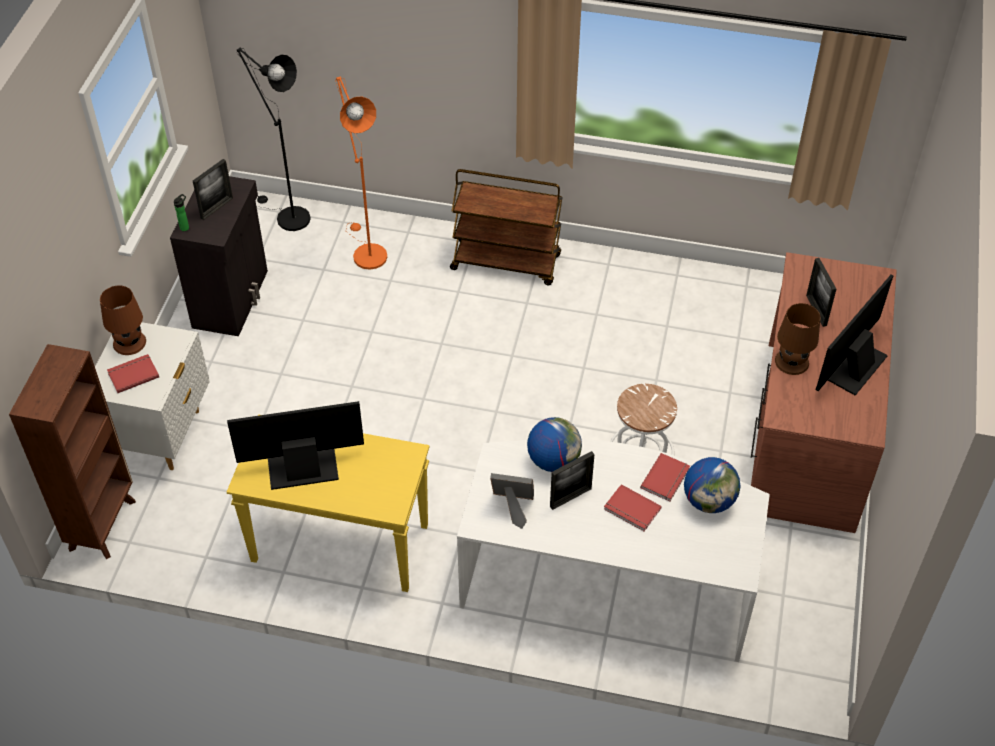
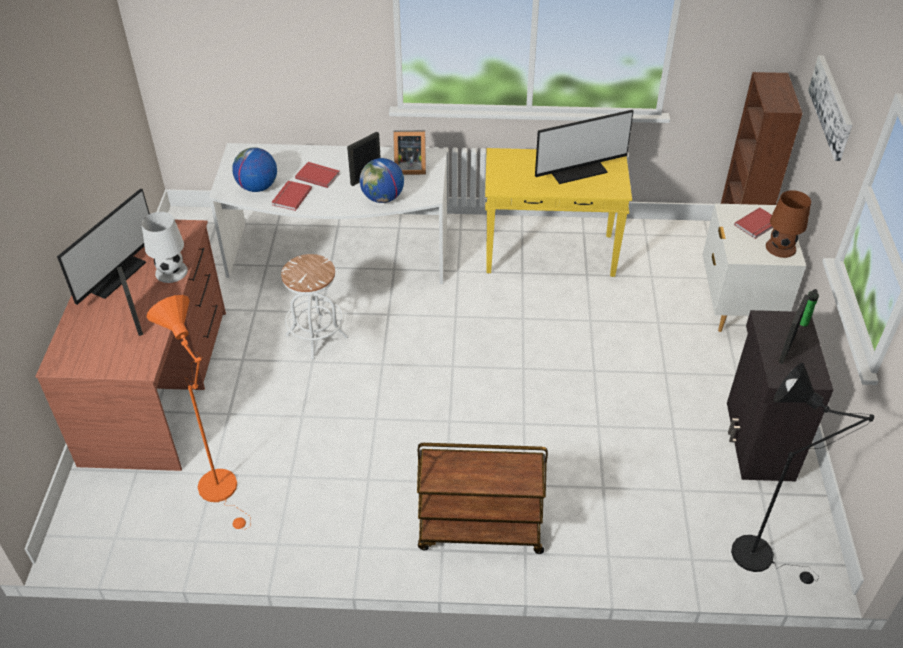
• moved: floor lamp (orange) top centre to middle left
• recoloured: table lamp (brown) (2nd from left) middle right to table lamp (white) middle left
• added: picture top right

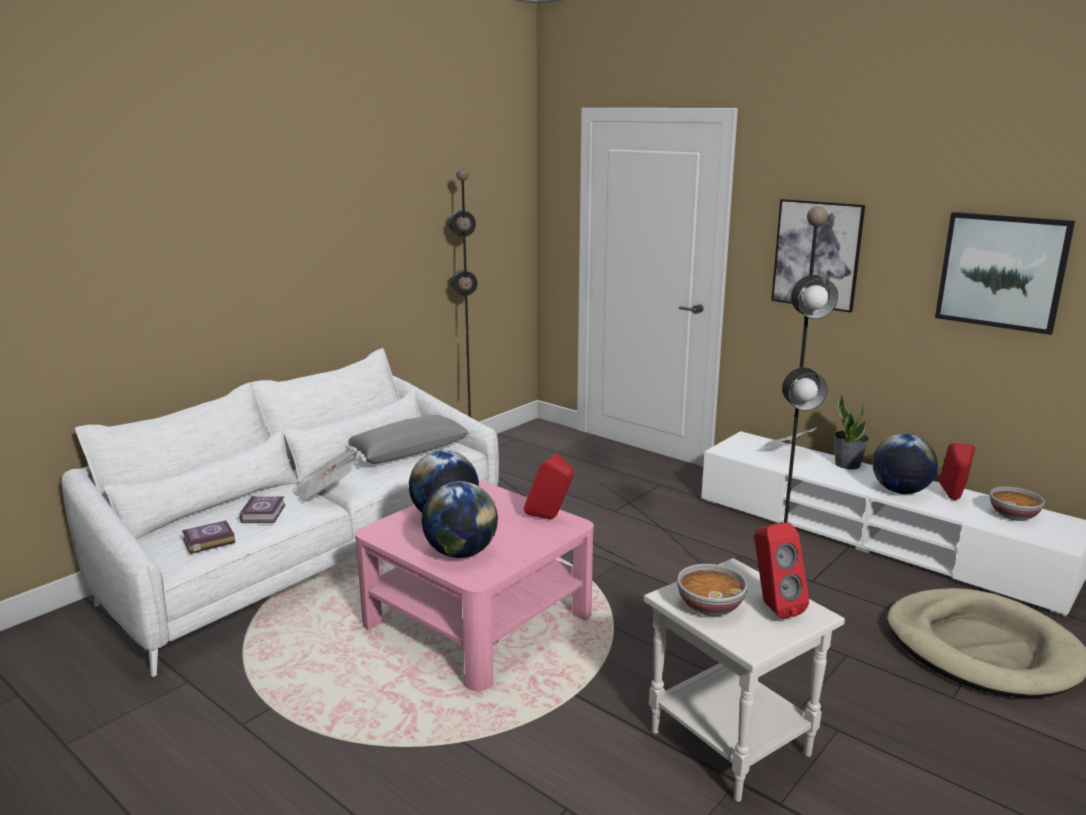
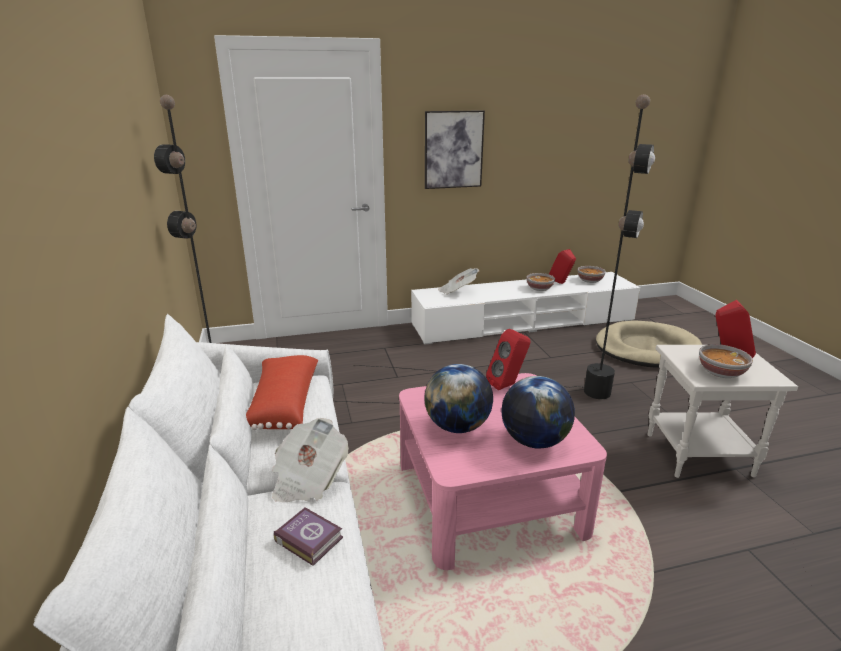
• removed: book (1st from left) middle left
• recoloured: pillow (grey) centre to pillow (red) centre
• removed: potted plant middle right
• replaced: globe (3rd from left) middle right to bowl (1st from left) centre
• removed: picture (2nd from left) middle right

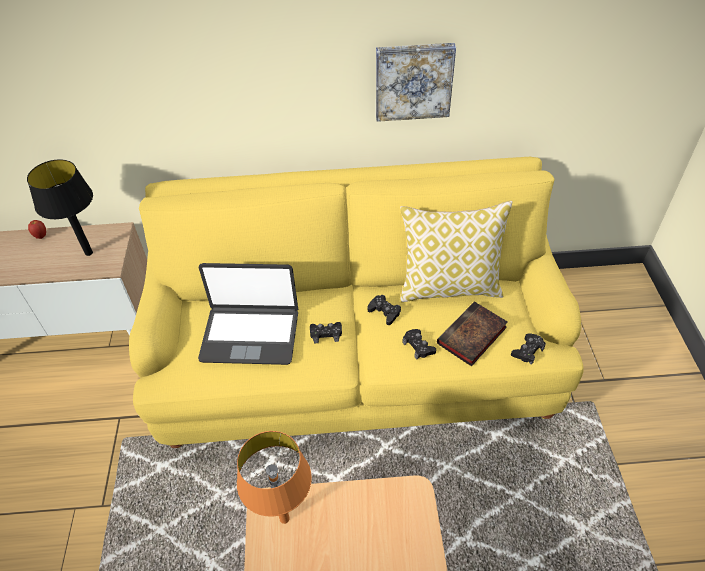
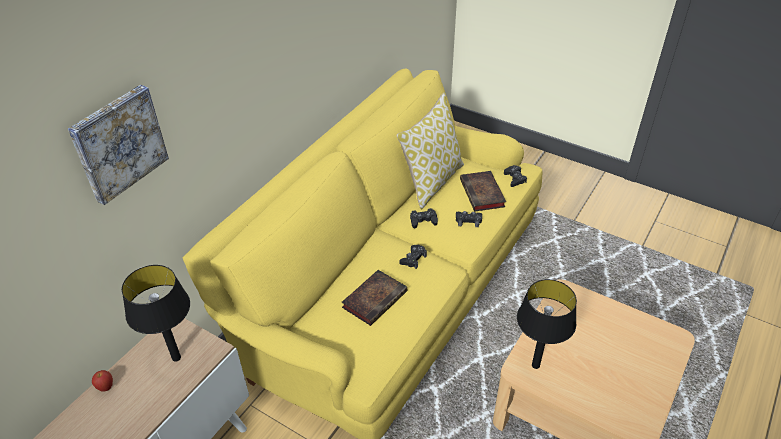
• replaced: laptop centre to book (1st from left) bottom centre
• recoloured: table lamp (orange) bottom centre to table lamp (black) (2nd from left) bottom right
• moved: picture top centre to top left

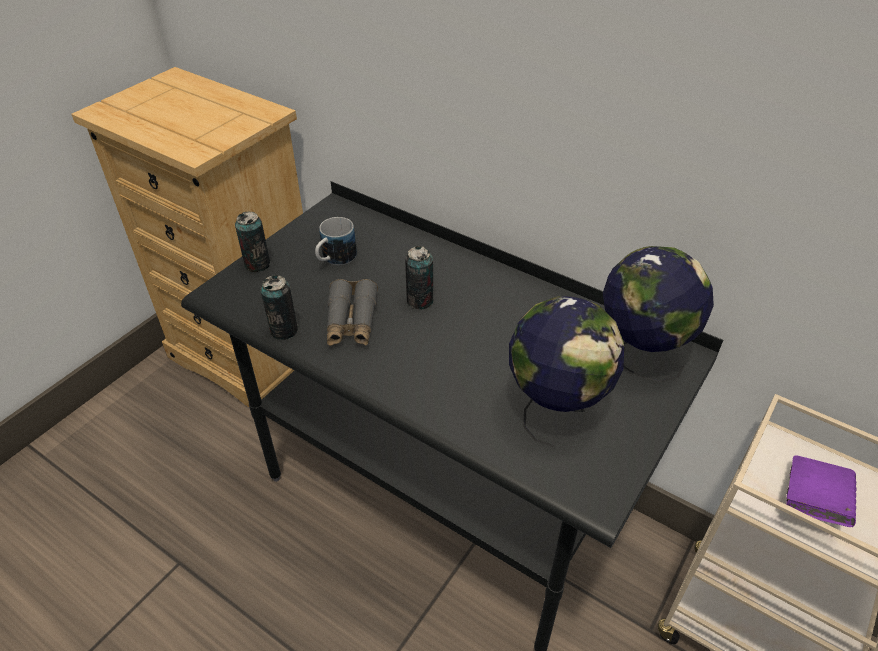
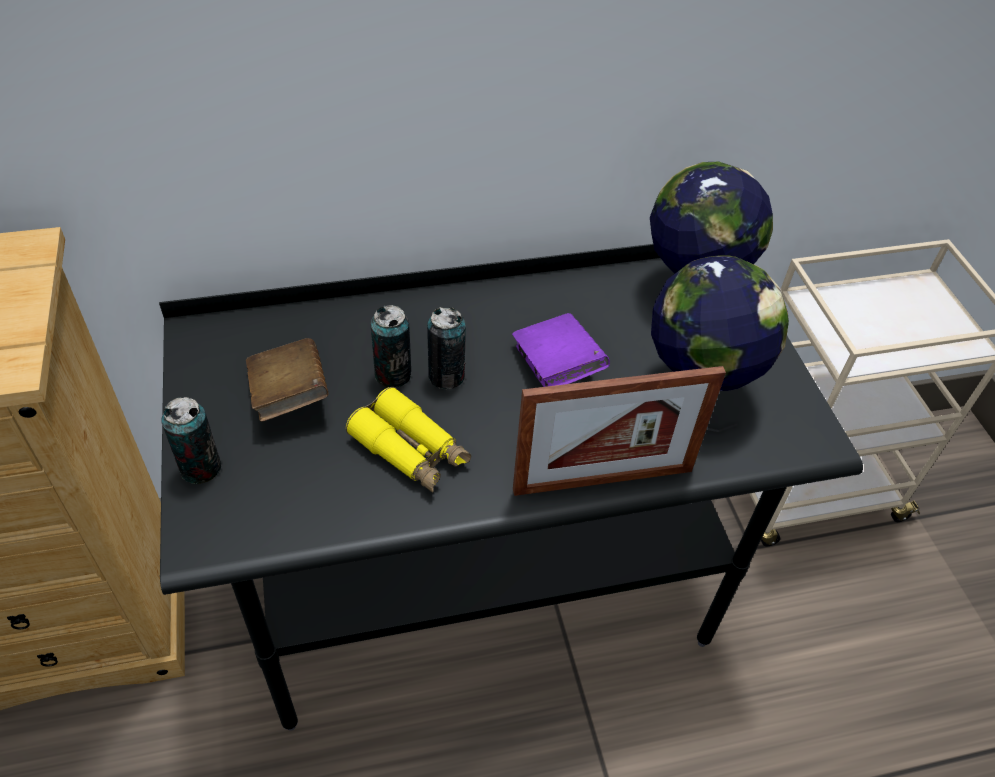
• moved: can (2nd from left) middle left to centre
• replaced: mug centre to book (brown) middle left
• recoloured: binoculars (grey) centre to binoculars (yellow) centre
• moved: book (purple) bottom right to centre
• added: picture frame centre

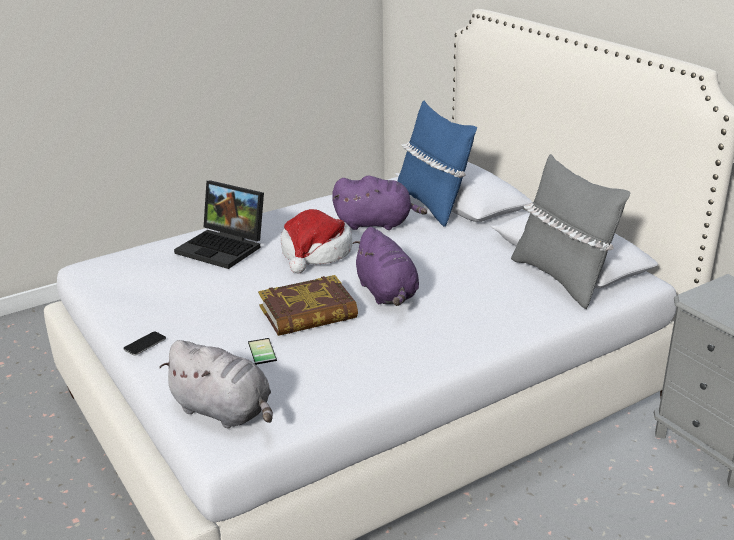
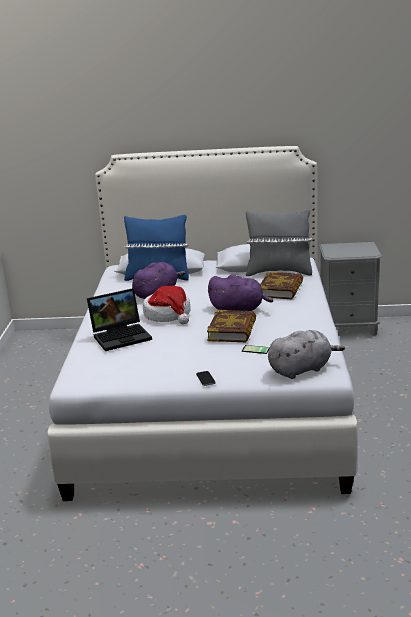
• added: book (2nd from left) middle right

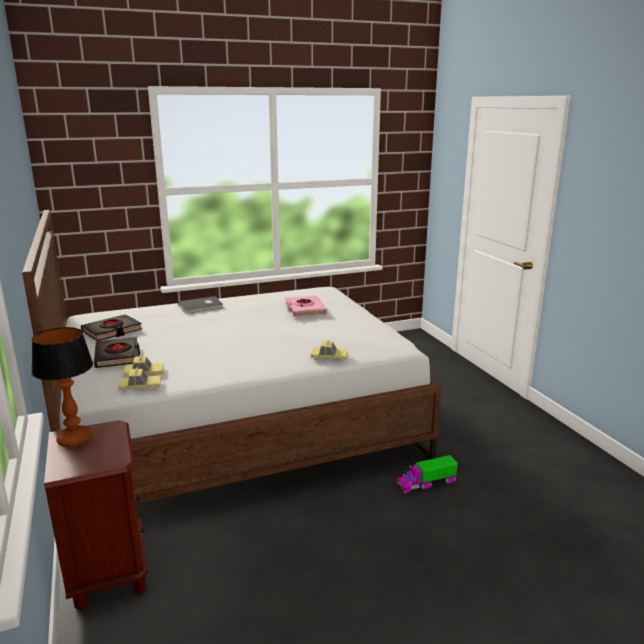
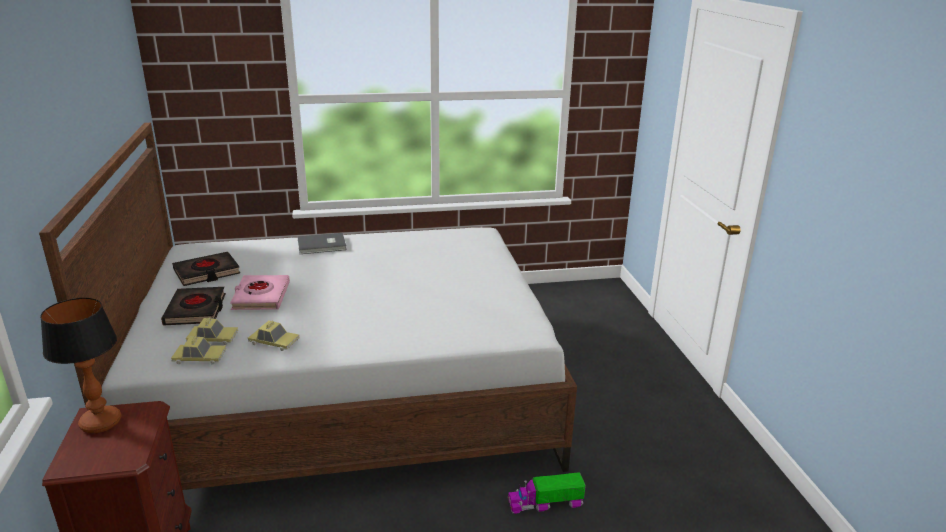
• moved: book (pink) centre to middle left
• moved: toy car (3rd from left) centre to middle left

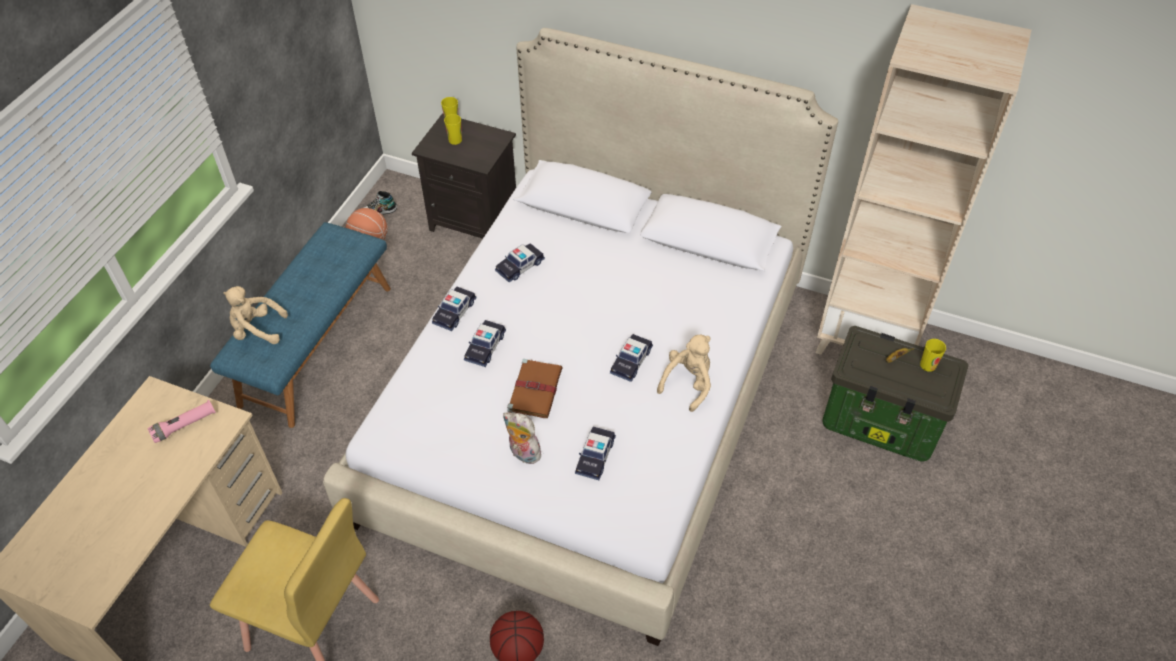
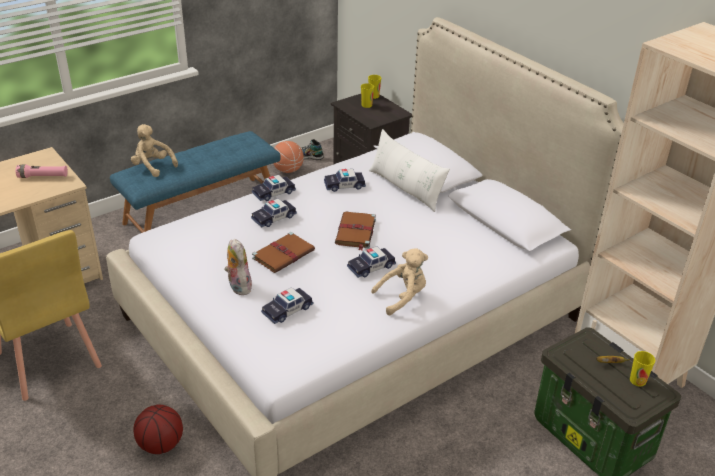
• added: book (brown) (2nd from left) centre
• added: pillow (white) centre

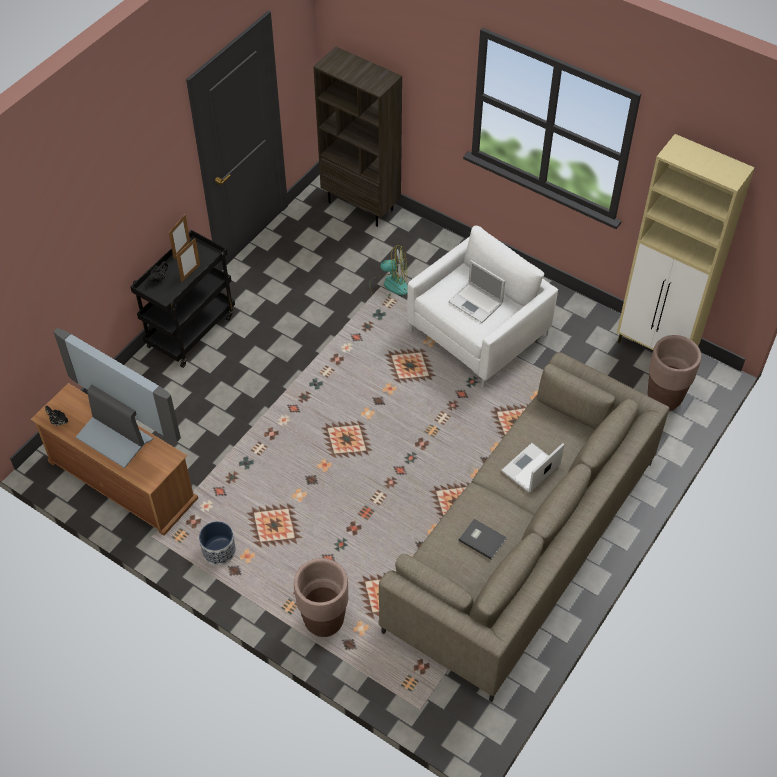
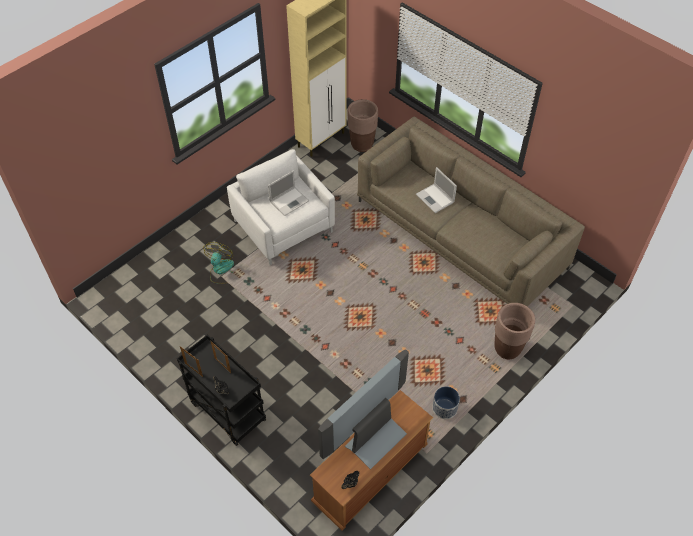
• removed: bookcase (brown) top centre
• removed: book (grey) bottom centre

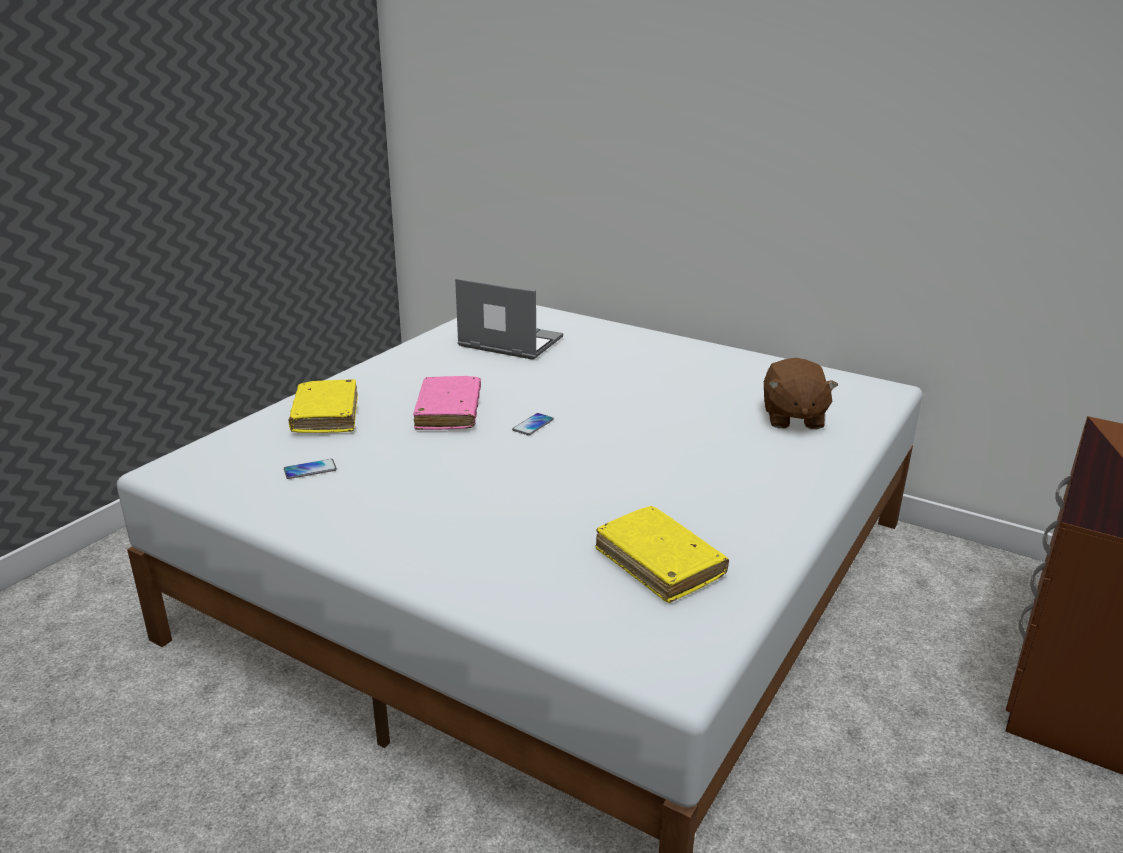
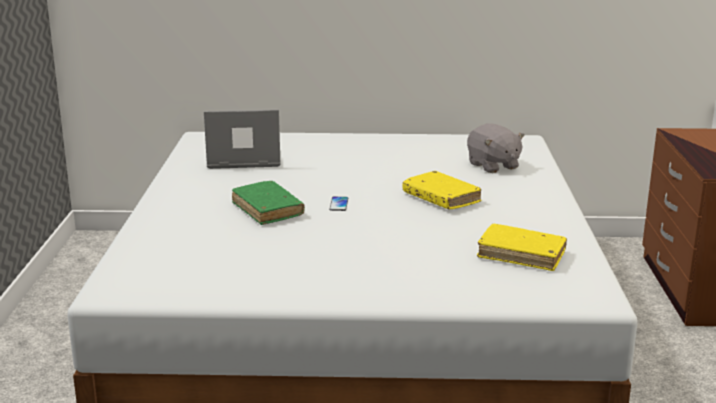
• removed: phone (1st from left) middle left
• moved: book (yellow) (1st from left) middle left to centre
• recoloured: book (pink) centre to book (green) centre
• recoloured: plush toy (brown) middle right to plush toy (grey) middle right

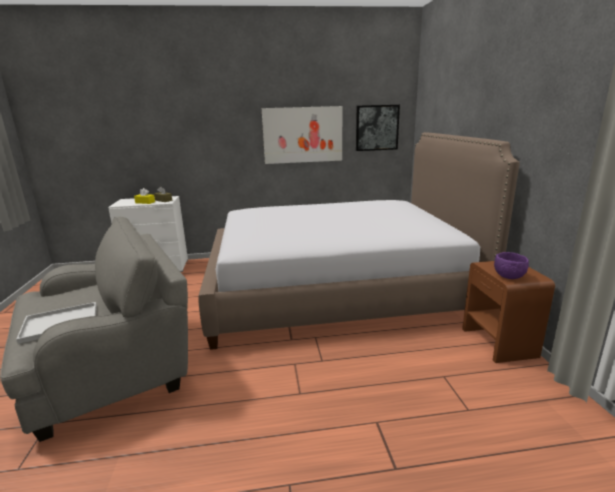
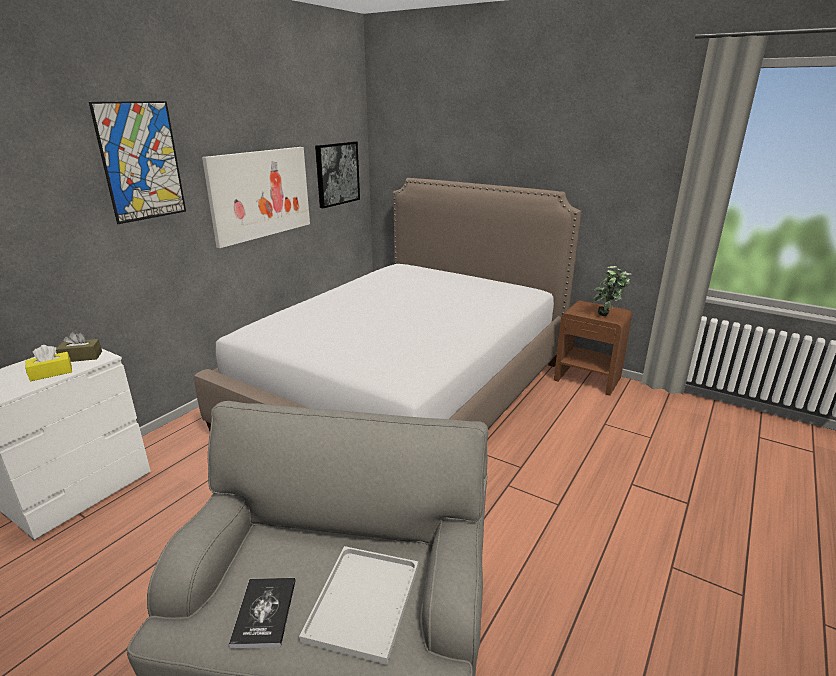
• replaced: bowl (purple) middle right to potted plant middle right
• added: picture (1st from left) top left
• added: book bottom left

